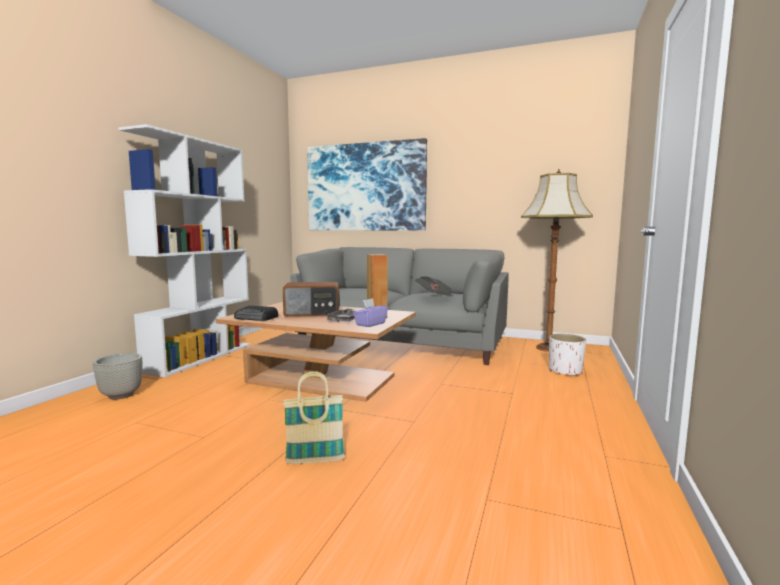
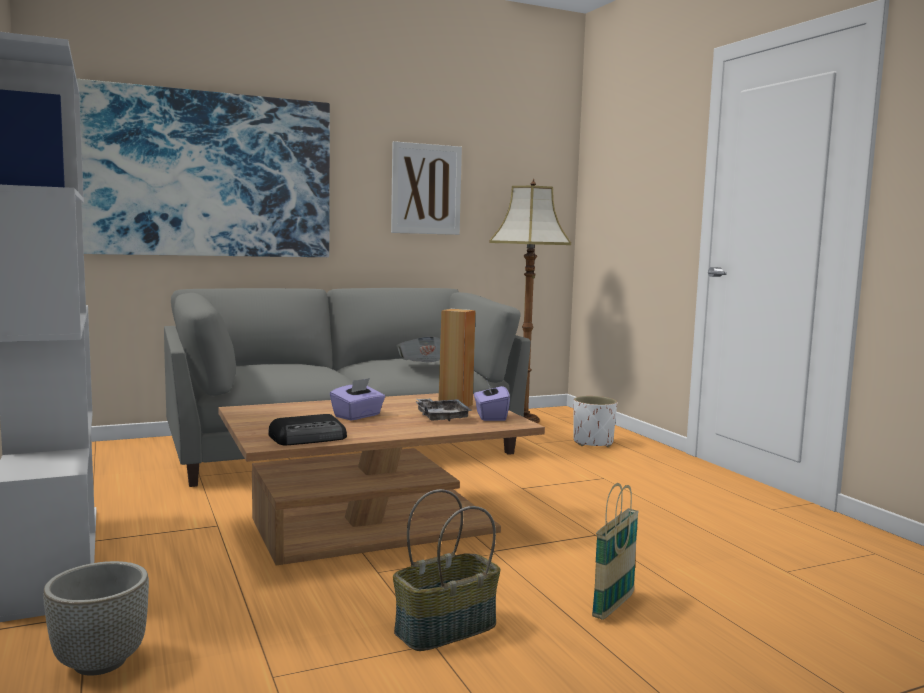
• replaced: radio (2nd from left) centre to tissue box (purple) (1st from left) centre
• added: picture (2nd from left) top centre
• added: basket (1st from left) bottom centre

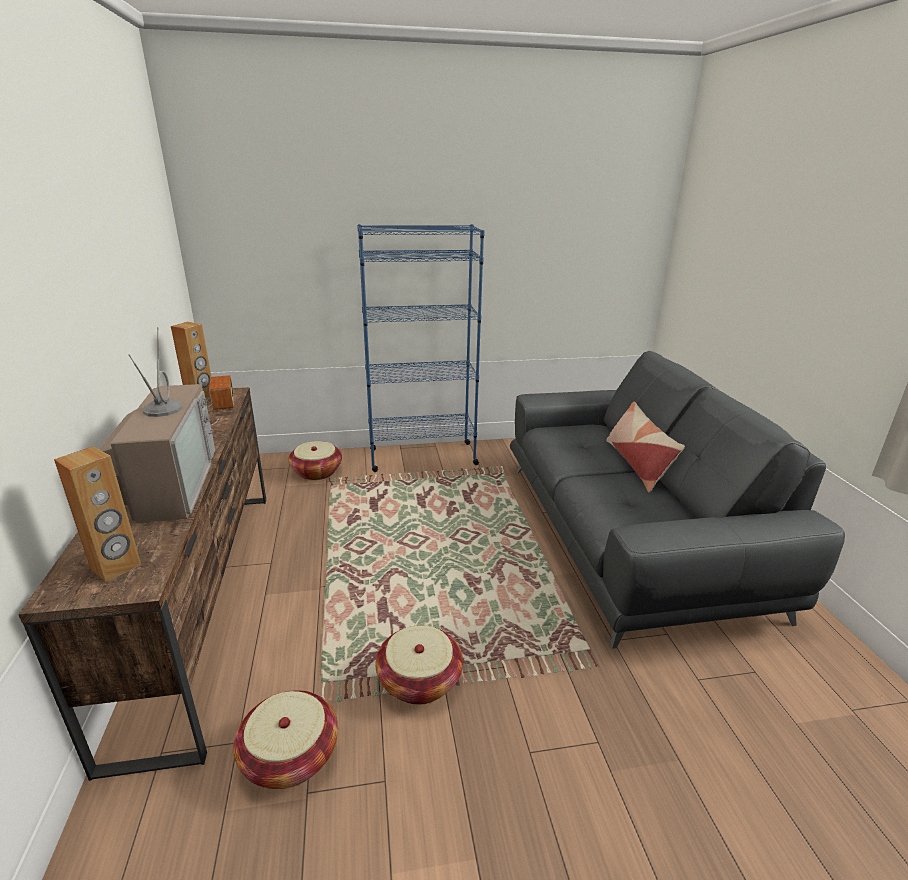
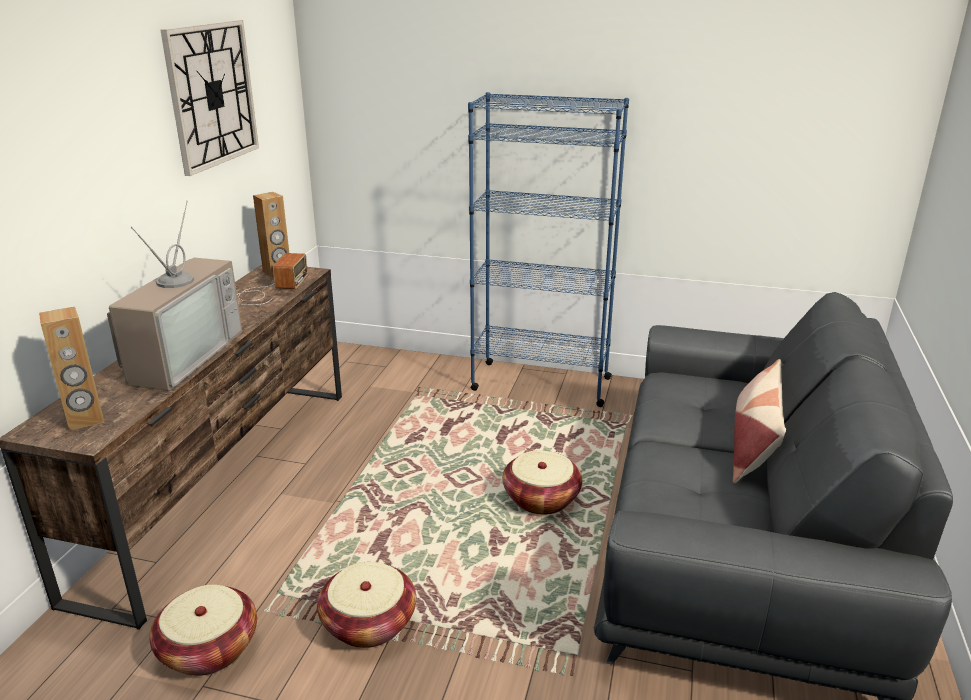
• moved: basket (2nd from left in the first image) centre to basket (3rd from left) bottom centre
• added: wall clock top left

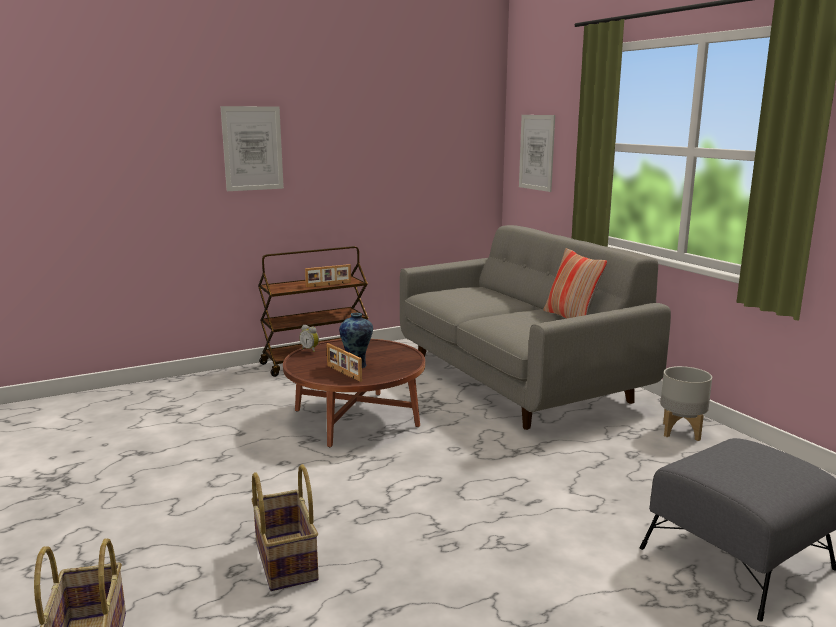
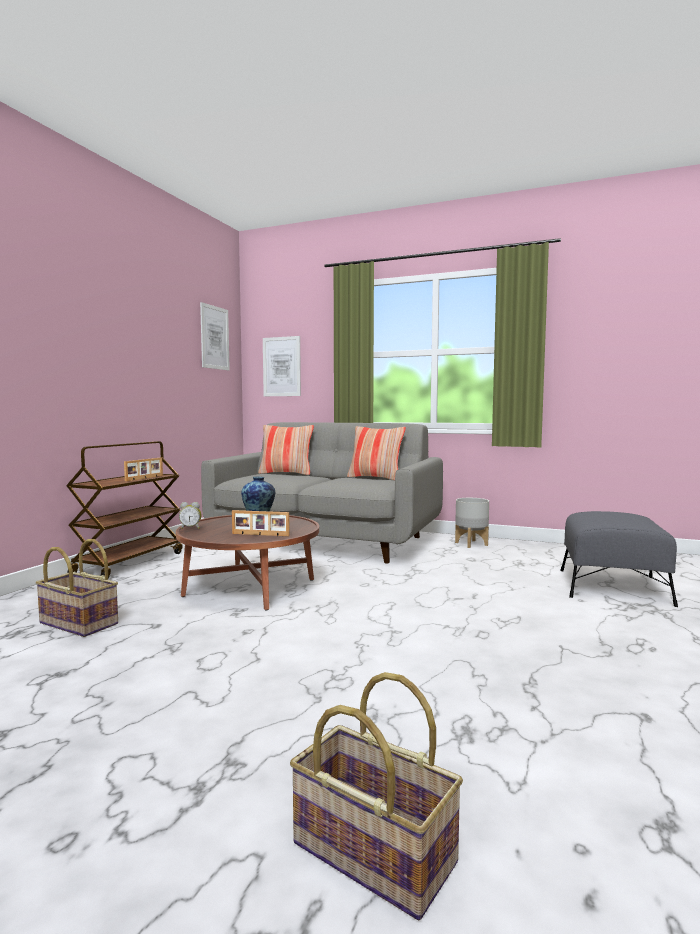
• moved: picture (1st from left) top left to middle left
• moved: basket (2nd from left in the first image) bottom centre to basket (1st from left) middle left
• added: pillow (1st from left) centre

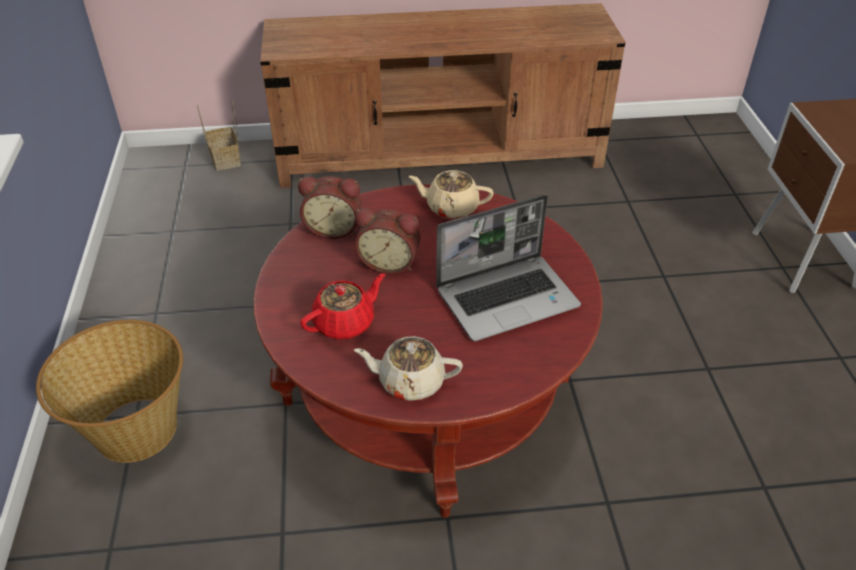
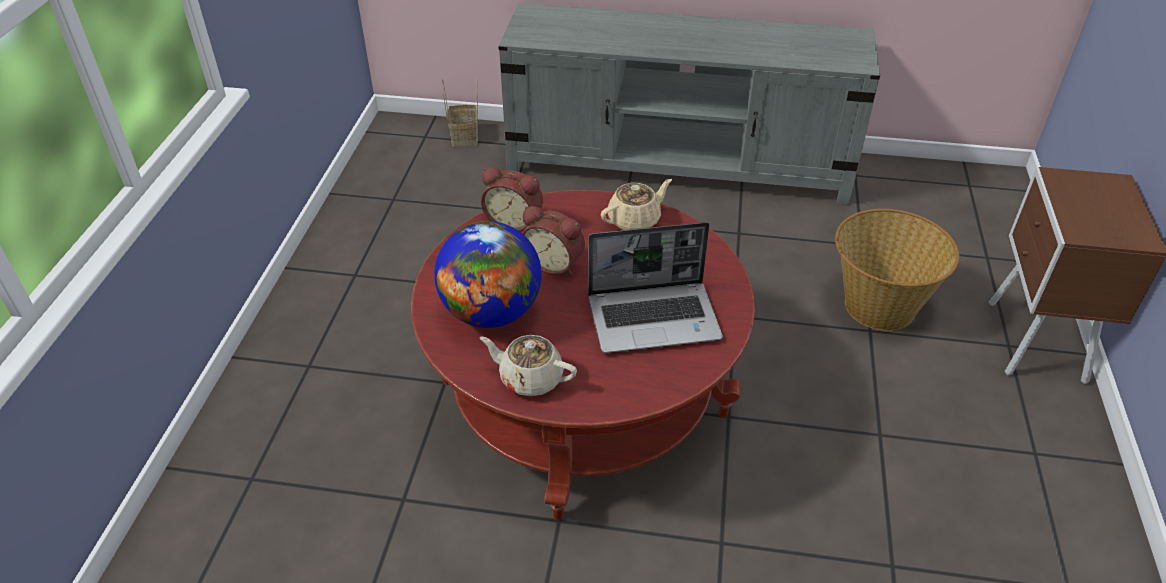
• moved: basket (1st from left in the first image) bottom left to basket (2nd from left) middle right
• recoloured: tv stand (brown) top centre to tv stand (grey) top centre
• replaced: teapot (red) centre to globe centre
• turned: teapot (beige) (2nd from left) centre = centre 120 degrees clockwise

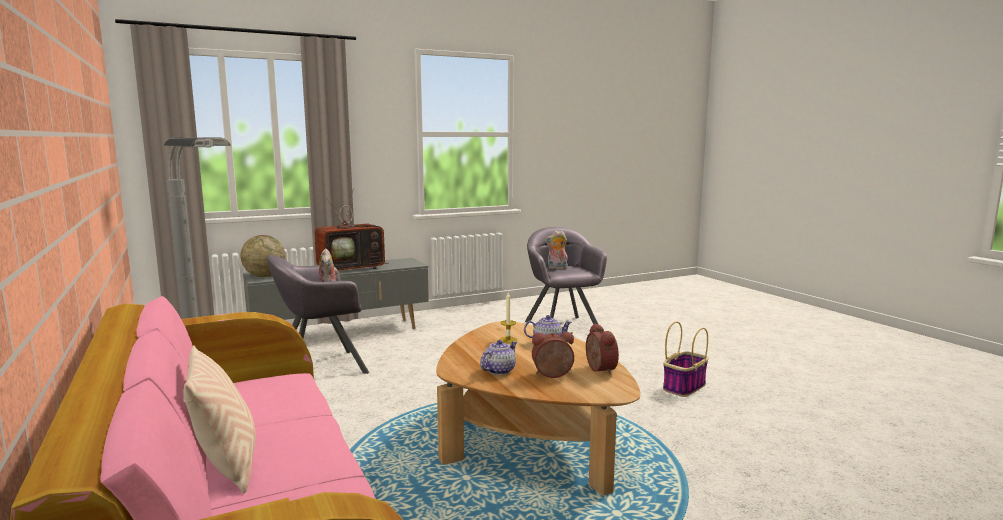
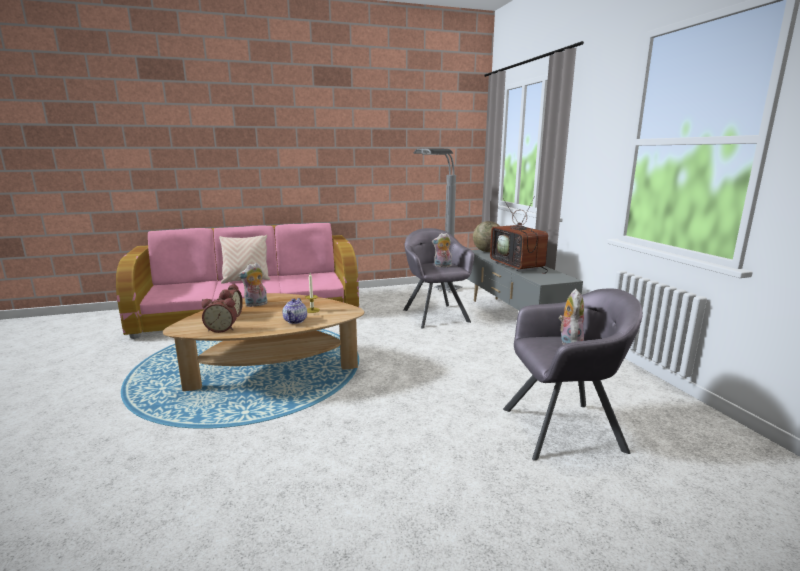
• replaced: teapot (1st from left) bottom centre to plush toy (1st from left) middle left
• removed: basket bottom right

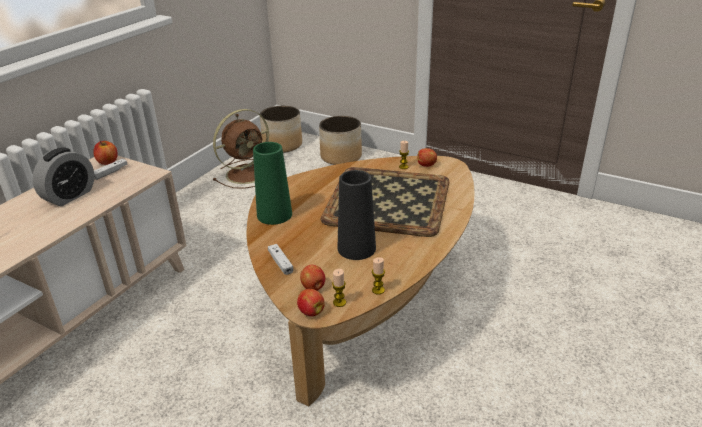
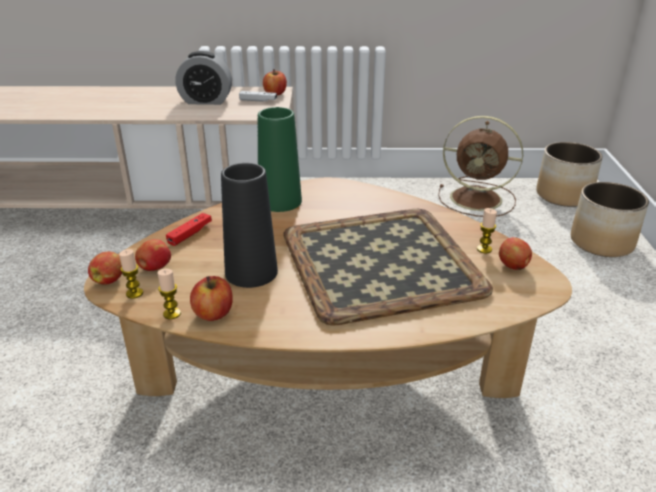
• recoloured: game controller (white) (2nd from left) centre to game controller (red) middle left
• added: apple (3rd from left) middle left

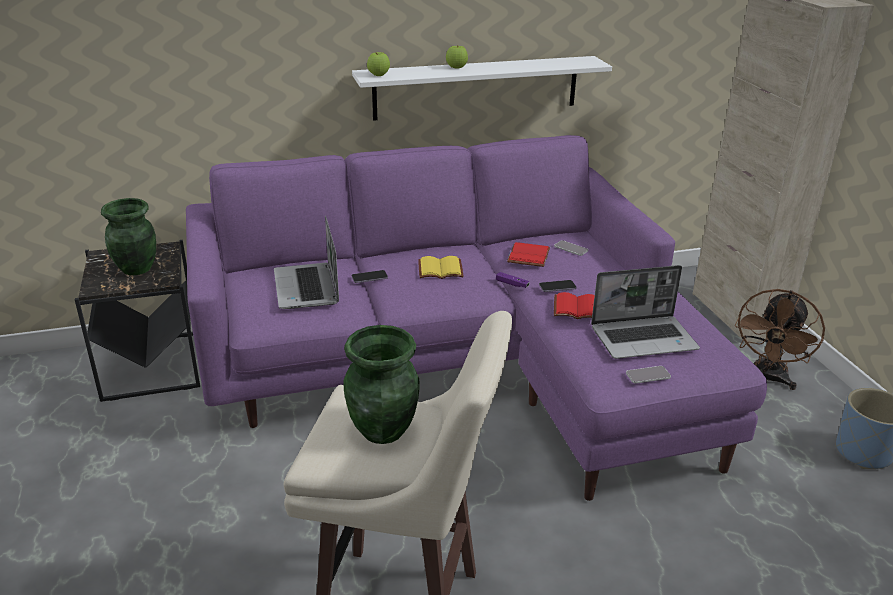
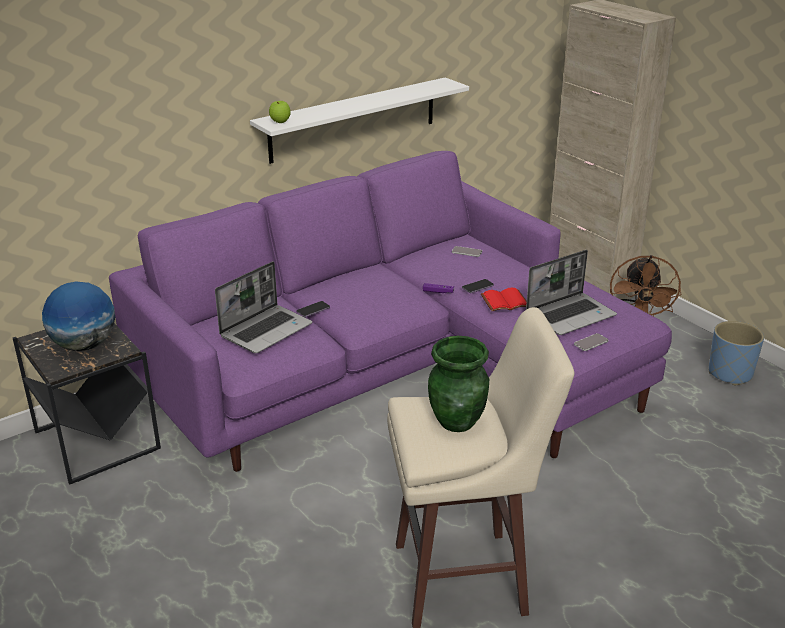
• replaced: vase (green) (1st from left) middle left to globe middle left
• turned: laptop (1st from left) centre = centre 105 degrees counterclockwise
• removed: book (yellow) centre
• removed: apple (2nd from left) top centre
• removed: book (red) (1st from left) centre

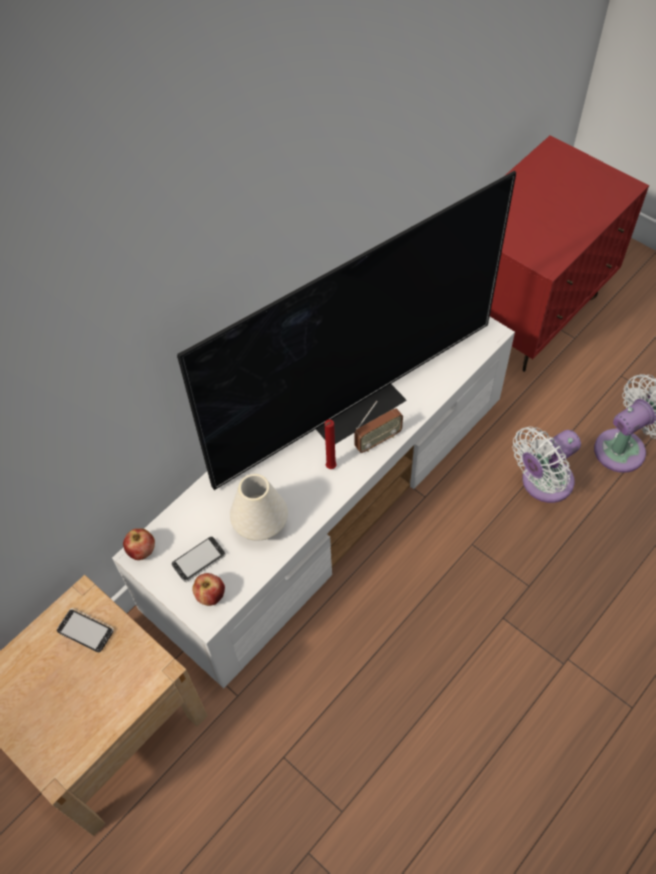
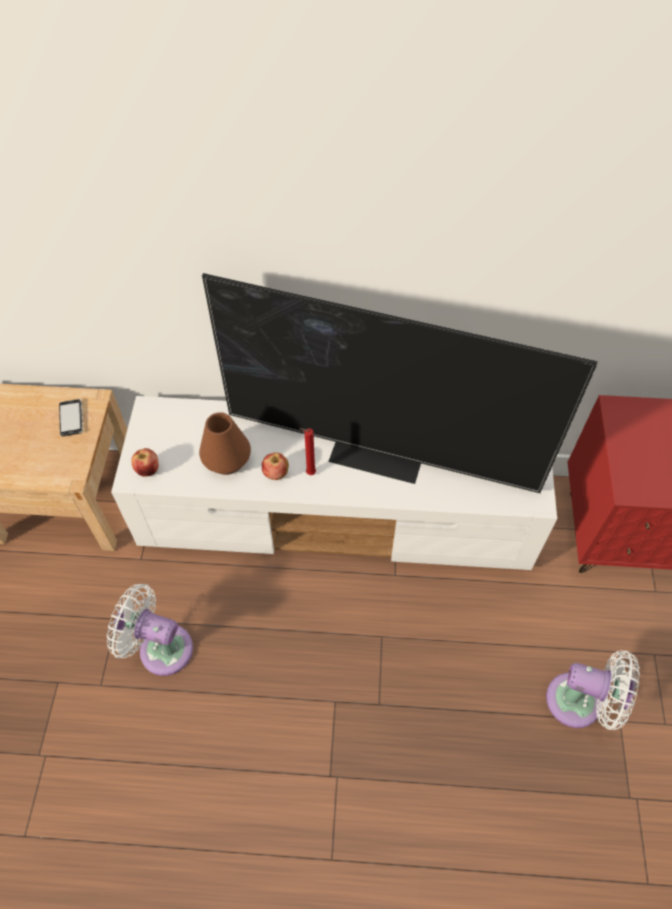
• moved: apple (1st from left in the first image) middle left to apple (2nd from left) centre
• removed: phone (2nd from left) middle left
• recoloured: vase (white) centre to vase (brown) centre
• removed: radio centre
• moved: fan (white) (1st from left) middle right to bottom left

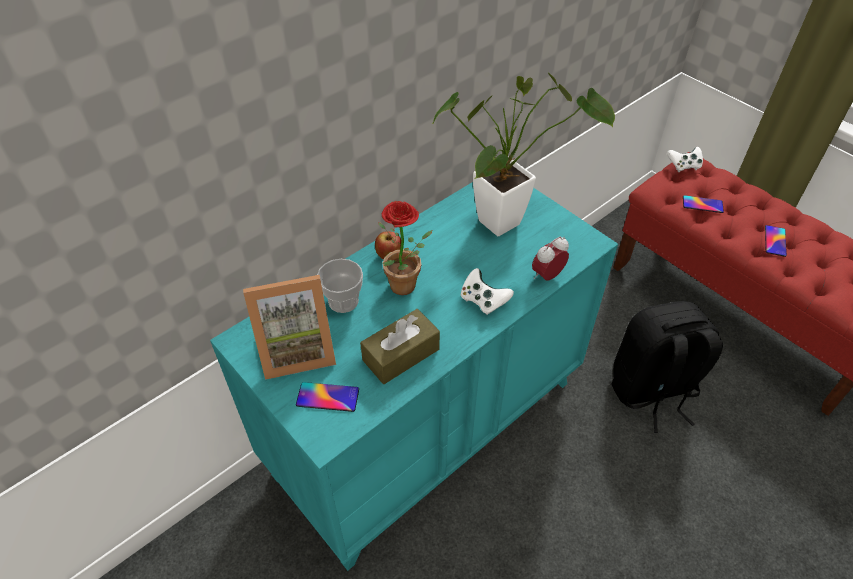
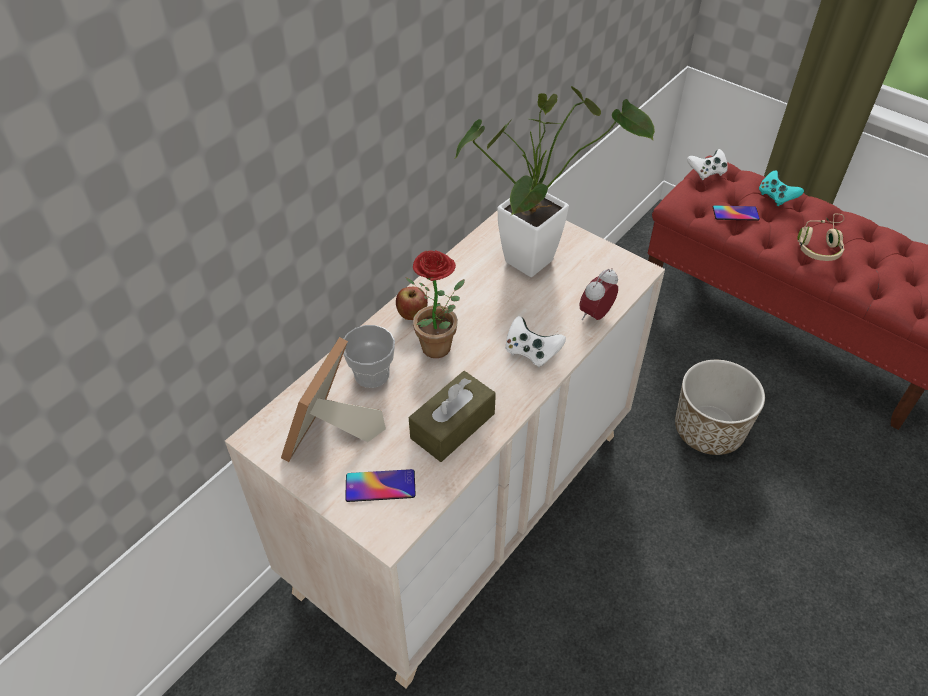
• recoloured: dresser (turquoise) centre to dresser (beige) centre
• turned: picture frame centre = centre 135 degrees clockwise
• replaced: backpack (black) middle right to planter middle right
• replaced: phone (3rd from left) middle right to headphones (beige) middle right
• added: game controller (turquoise) top right

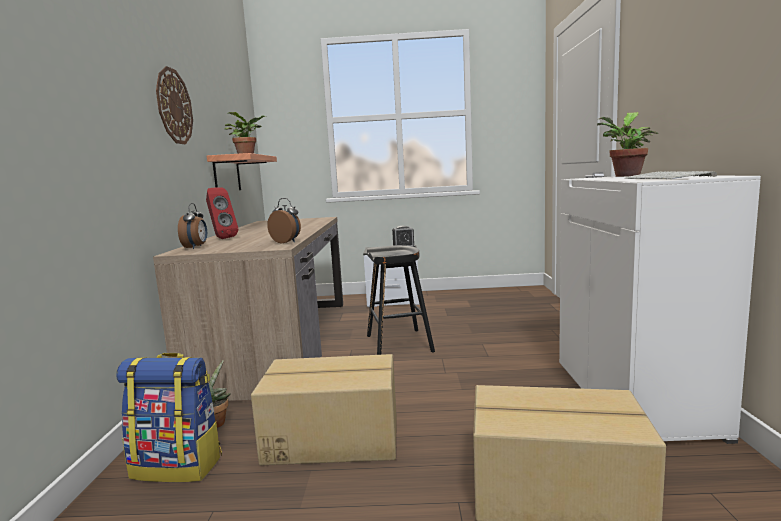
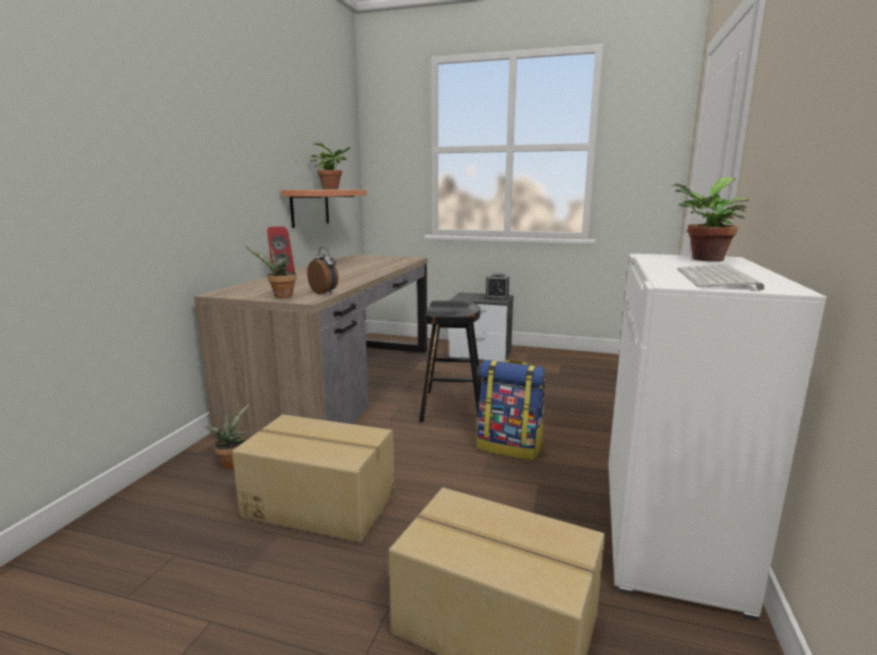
• moved: backpack bottom left to centre
• removed: wall clock top left
• removed: alarm clock (1st from left) middle left
• added: potted plant (2nd from left) middle left

